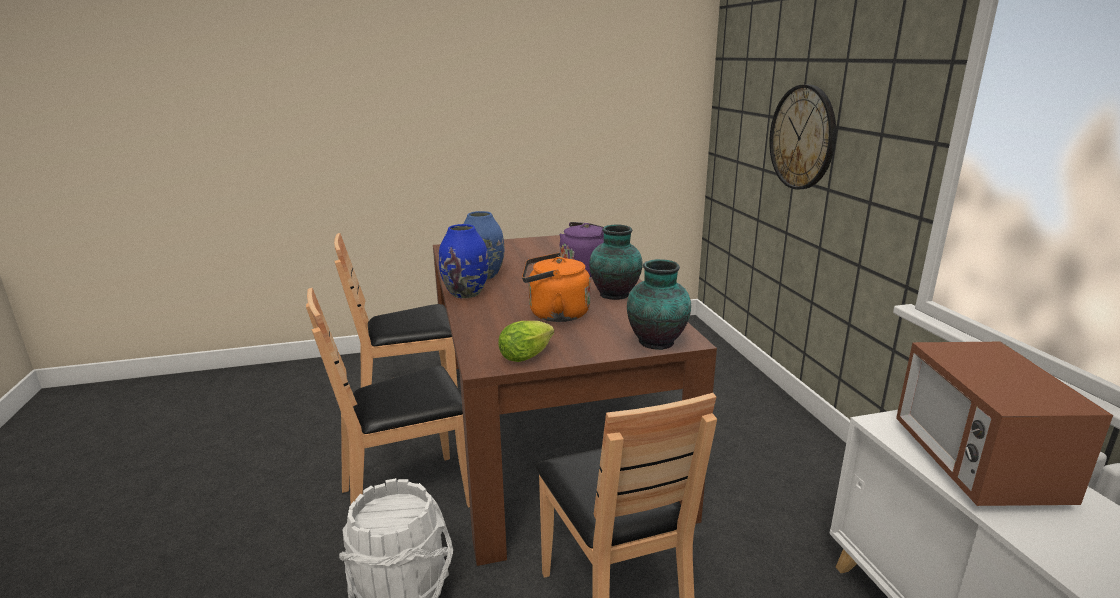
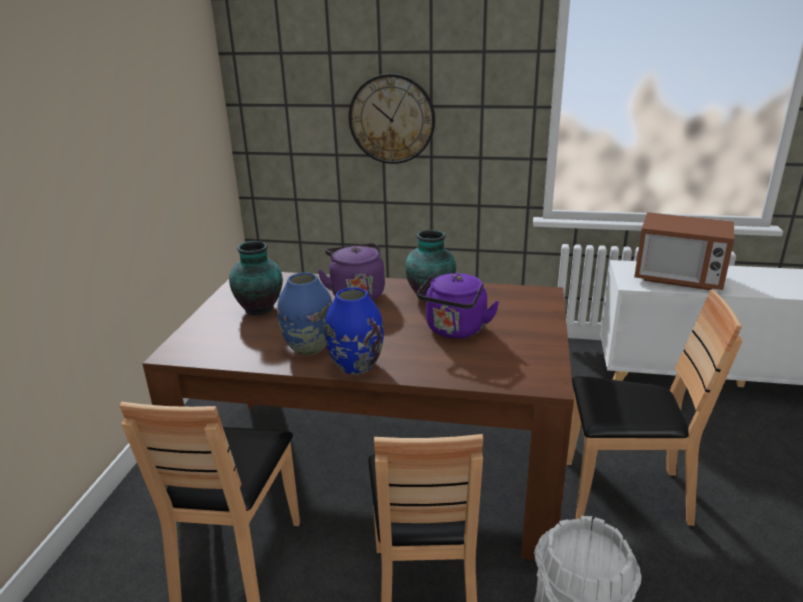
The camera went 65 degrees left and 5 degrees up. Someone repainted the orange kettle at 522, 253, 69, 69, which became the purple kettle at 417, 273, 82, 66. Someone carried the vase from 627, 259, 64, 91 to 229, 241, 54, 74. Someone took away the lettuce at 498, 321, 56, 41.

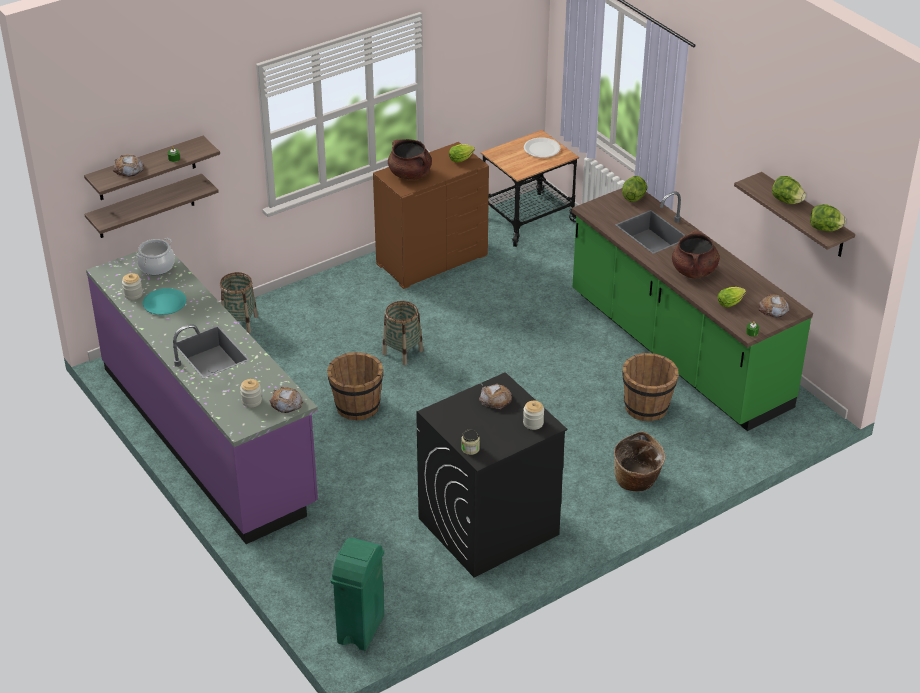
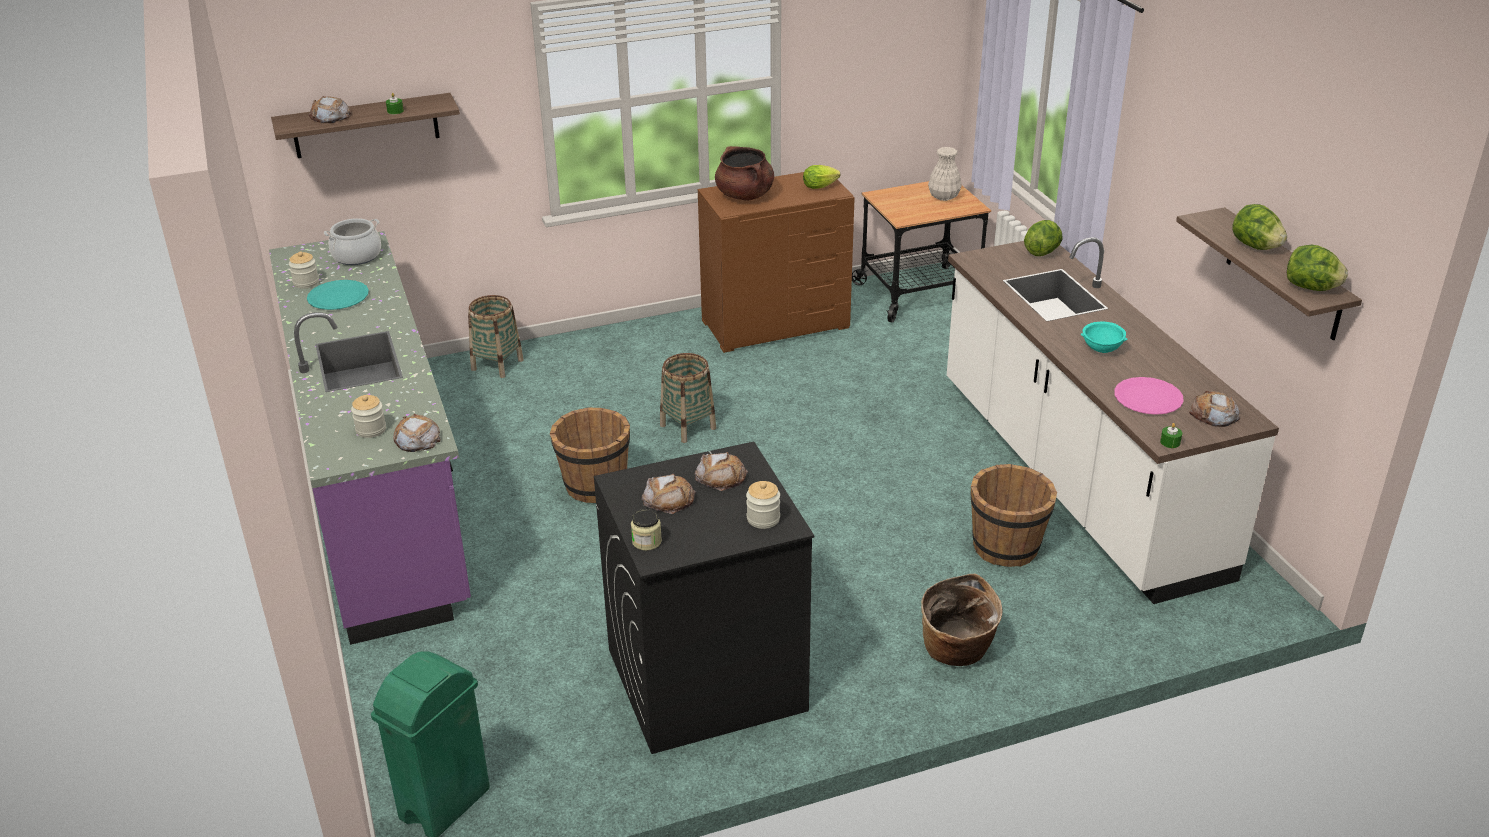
The camera went 15 degrees right and 5 degrees down. Someone swapped the white plate at 524, 138, 36, 20 for the white vase at 928, 147, 34, 54. Someone took away the shelf at 84, 174, 135, 64. Someone repainted the green counter at 572, 188, 241, 243, which became the white counter at 947, 237, 332, 367. Someone swapped the brown cooking pot at 672, 230, 47, 48 for the turquoise bowl at 1081, 322, 47, 31. Someone swapped the lettuce at 718, 287, 28, 20 for the pink plate at 1114, 377, 70, 38. Someone put down the bread at 642, 474, 54, 40.

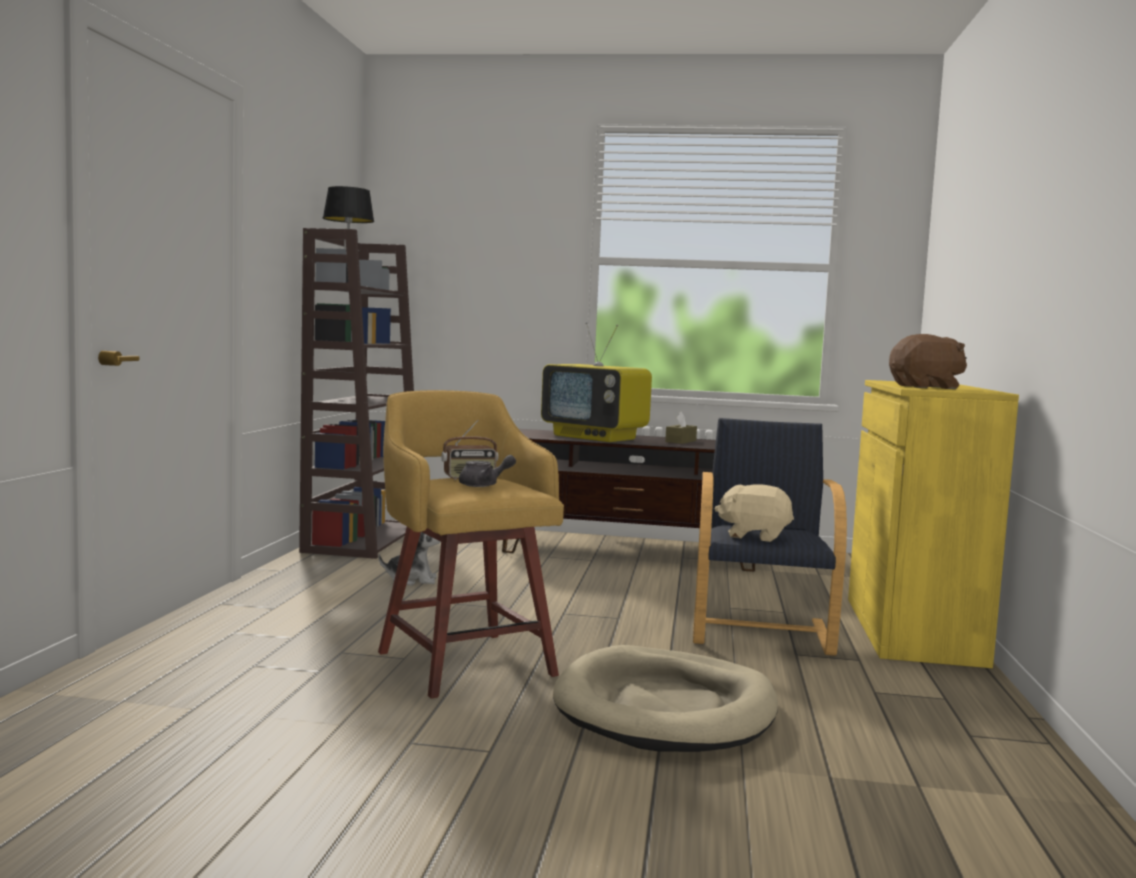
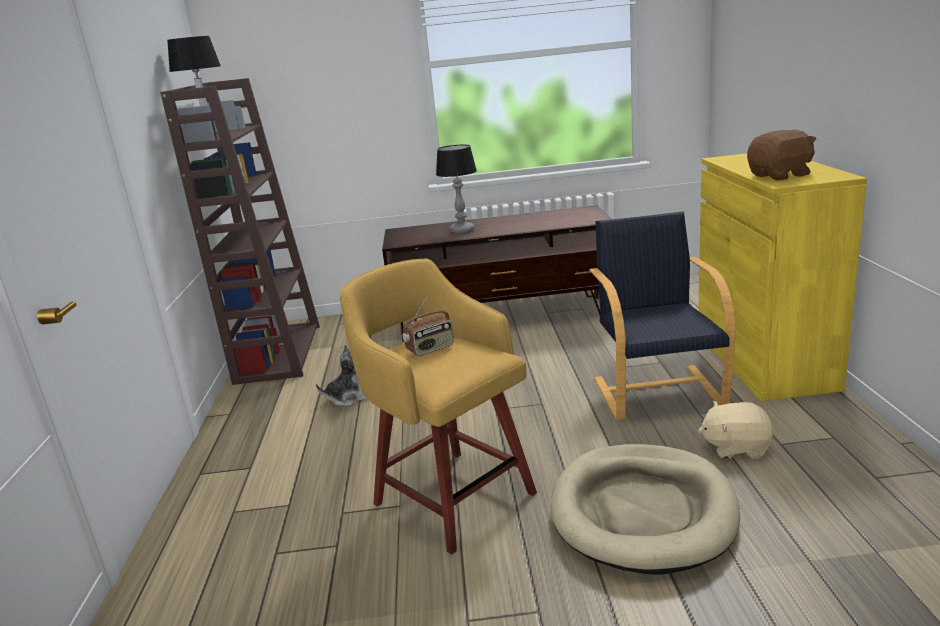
The camera went 10 degrees left and 15 degrees up. Someone swapped the television at 541, 322, 111, 120 for the table lamp at 436, 145, 41, 88. Someone took away the brown tissue box at 665, 412, 32, 32. Someone took away the grey teapot at 459, 455, 57, 32. Someone carried the beige plush toy from 715, 484, 79, 58 to 698, 401, 75, 58.

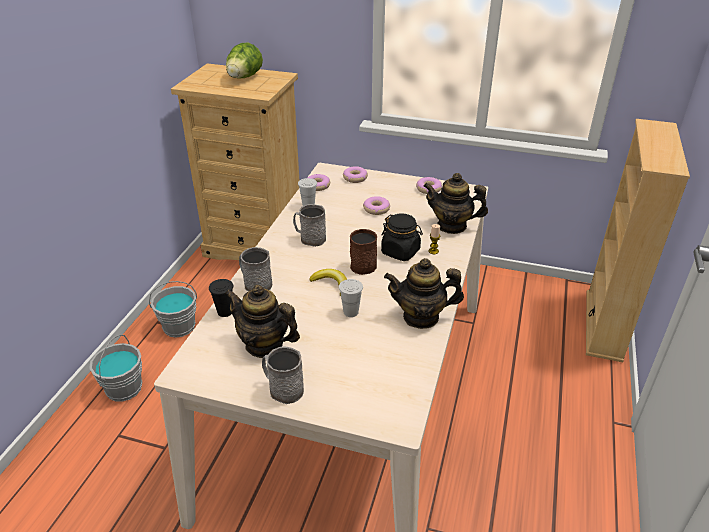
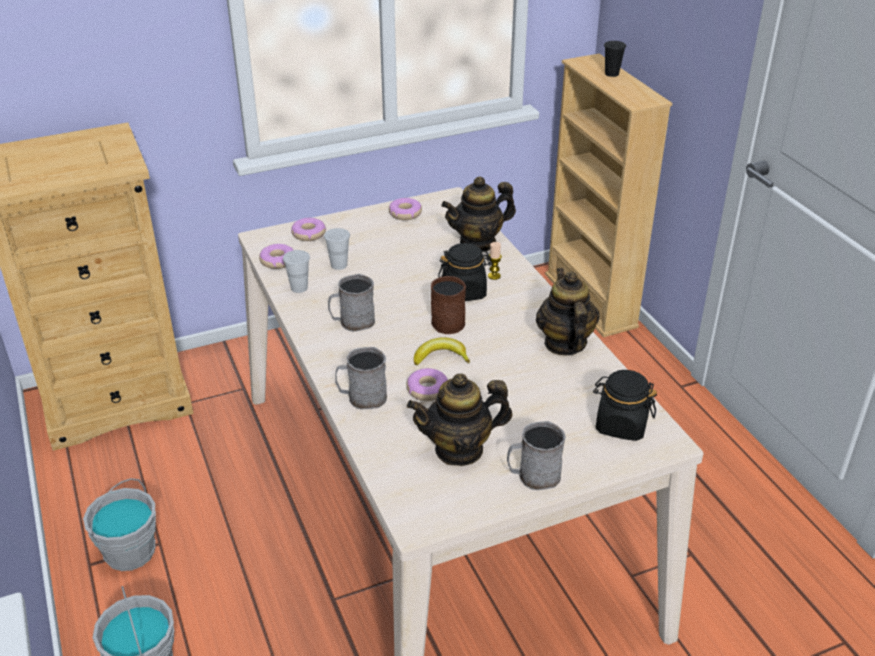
The camera went 40 degrees left and 0 degrees up. Someone took away the lettuce at 226, 43, 37, 35. Someone carried the donut from 363, 196, 27, 19 to 406, 368, 42, 33. Someone rotated the teapot at 384, 258, 80, 71 by 120 degrees clockwise. Someone carried the black cup from 209, 279, 24, 38 to 604, 41, 22, 36. Someone carried the white cup from 339, 279, 24, 38 to 324, 228, 26, 42. Someone put down the black jar at 593, 370, 64, 71.

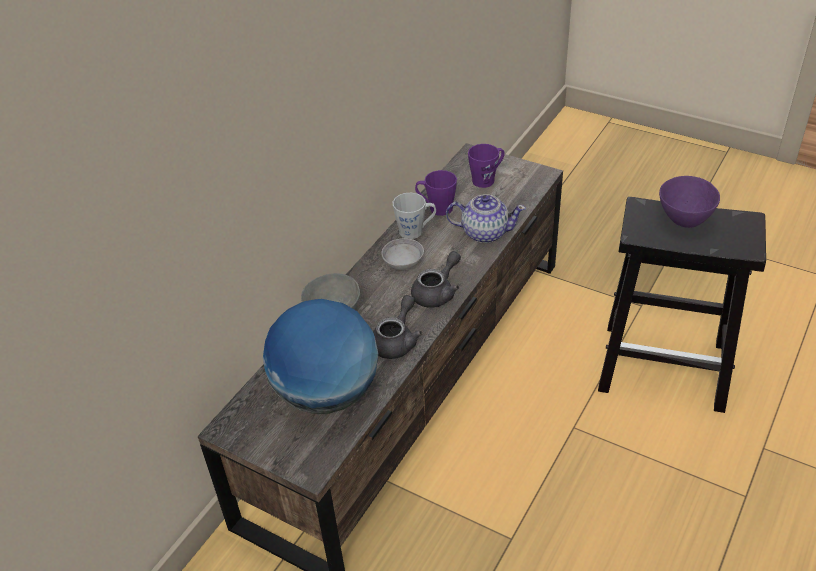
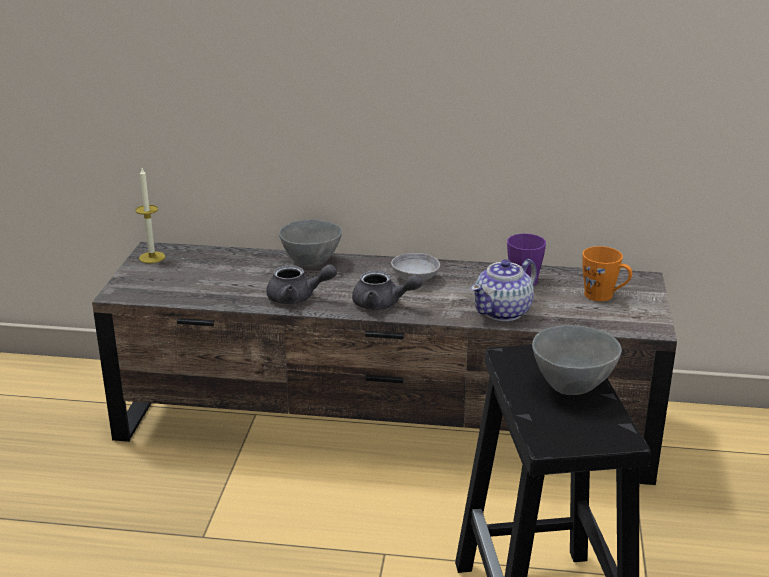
The camera went 65 degrees right and 15 degrees down. Someone repainted the purple mug at 468, 144, 37, 44, which became the orange mug at 582, 246, 50, 55. Someone repainted the purple bowl at 659, 176, 61, 52, which became the grey bowl at 532, 325, 90, 70. Someone took away the grey mug at 393, 193, 43, 46. Someone rotated the teapot at 446, 194, 80, 49 by 60 degrees clockwise. Someone took away the globe at 263, 299, 116, 115. Someone put down the candle at 135, 168, 30, 95.

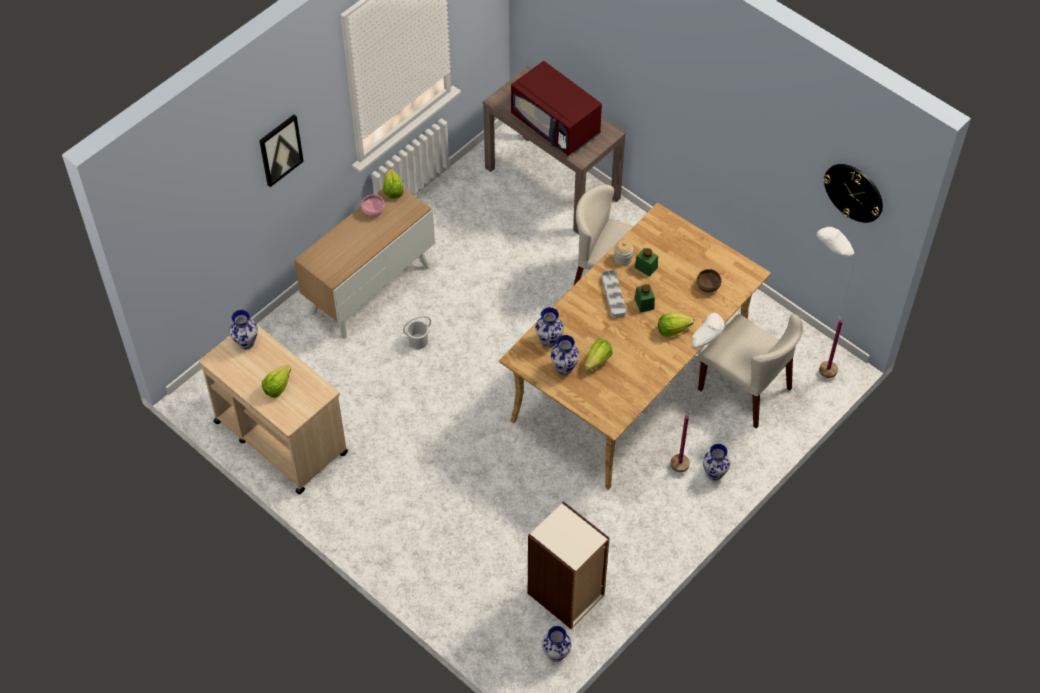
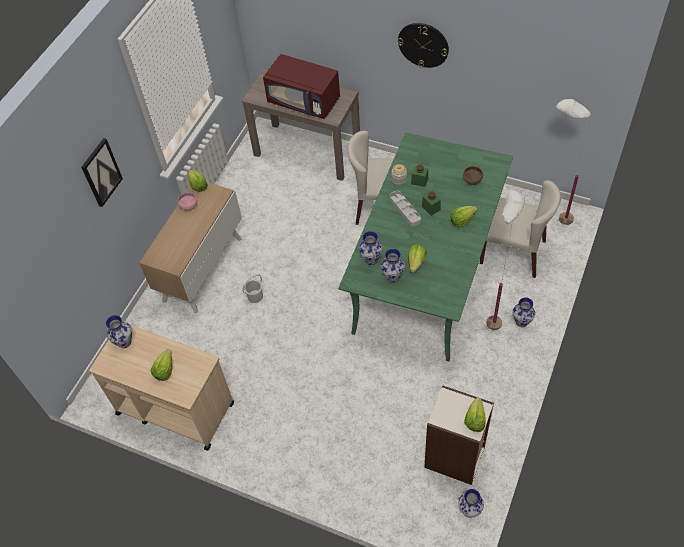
The camera went 15 degrees left and 0 degrees up. Someone carried the wall clock from 823, 164, 60, 59 to 398, 23, 51, 45. Someone repainted the beige dining table at 499, 203, 272, 287, which became the green dining table at 338, 133, 175, 228. Someone put down the lettuce at 464, 398, 22, 34.

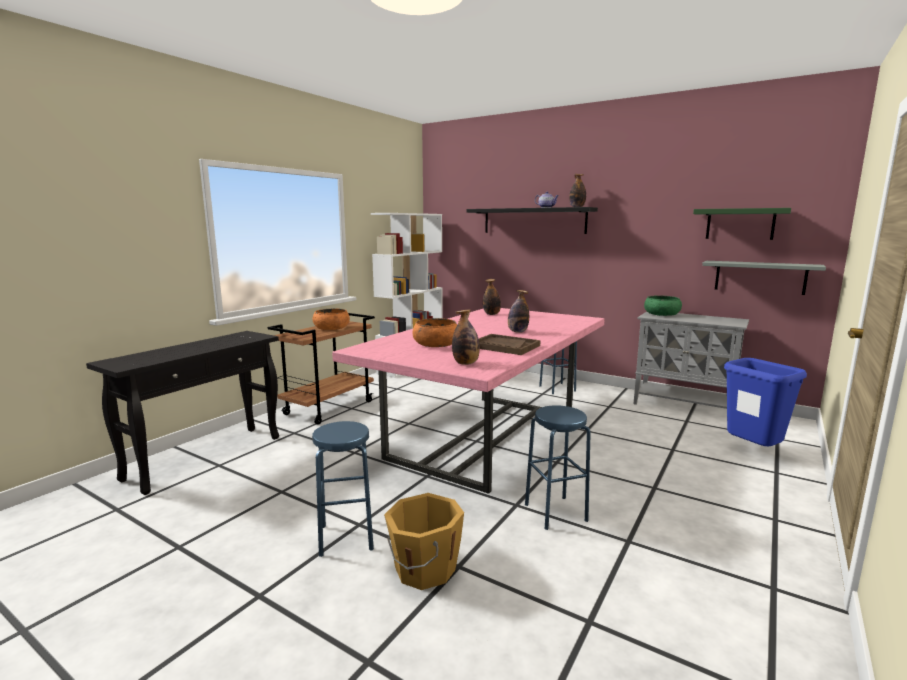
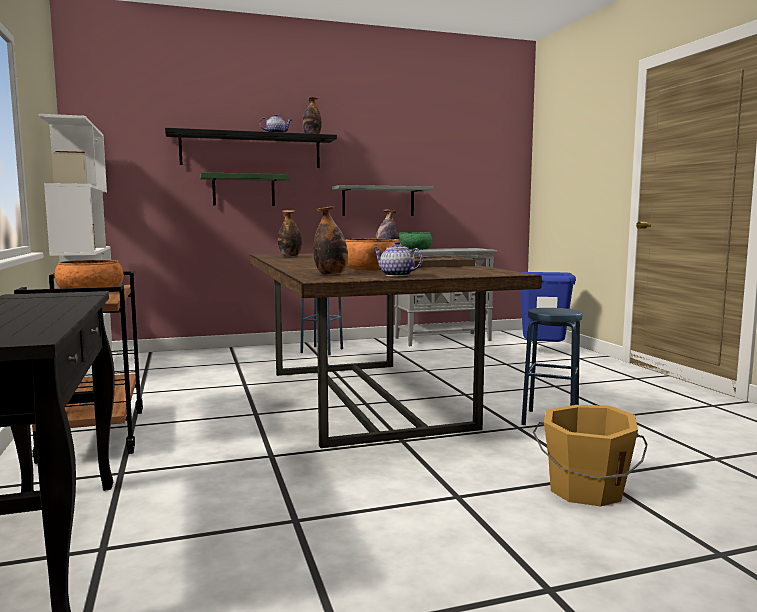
The camera went 50 degrees left and 5 degrees down. Someone carried the green shelf from 693, 208, 98, 32 to 200, 172, 89, 34. Someone carried the grey shelf from 702, 261, 124, 34 to 332, 185, 102, 31. Someone repainted the pink dining table at 332, 308, 273, 186, which became the brown dining table at 250, 253, 292, 195. Someone carried the bottle from 452, 309, 28, 56 to 313, 206, 35, 69. Someone took away the blue stool at 312, 421, 62, 136. Someone put down the teapot at 373, 241, 50, 36.

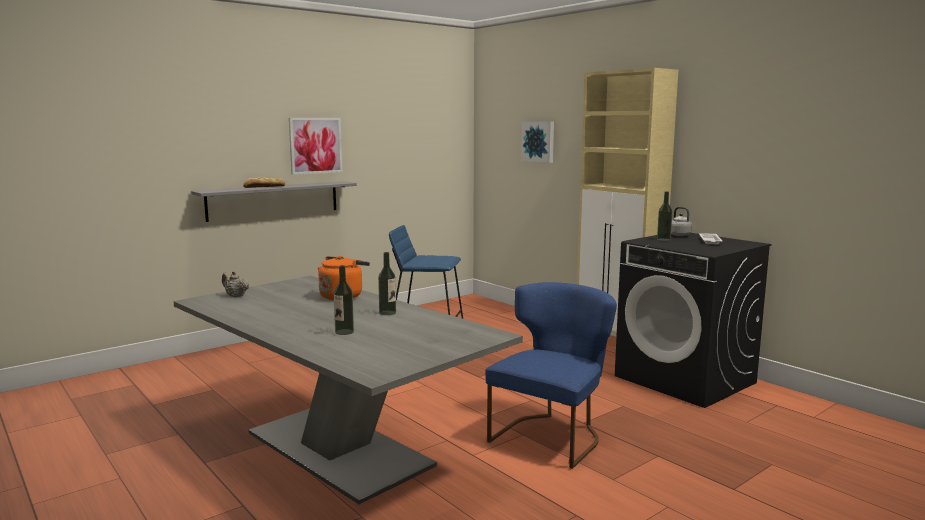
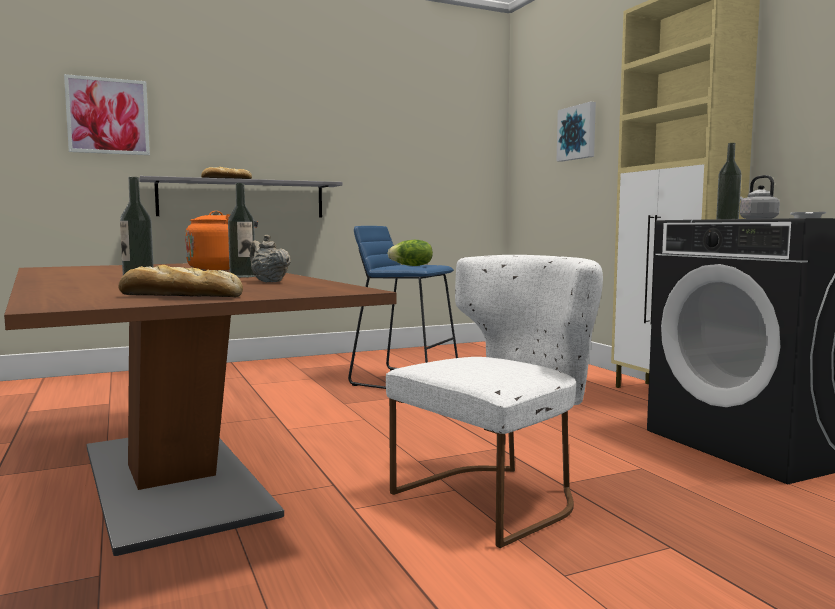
The camera went 15 degrees right and 5 degrees down. Someone carried the picture from 289, 118, 54, 57 to 64, 74, 86, 81. Someone carried the beige teapot from 222, 271, 28, 26 to 250, 234, 41, 48. Someone repainted the grey dining table at 174, 276, 349, 228, which became the brown dining table at 4, 263, 393, 293. Someone repainted the blue chair at 485, 282, 132, 187, which became the white chair at 386, 255, 217, 293. Someone put down the lettuce at 387, 240, 46, 26. Someone put down the bread at 118, 265, 125, 32.

